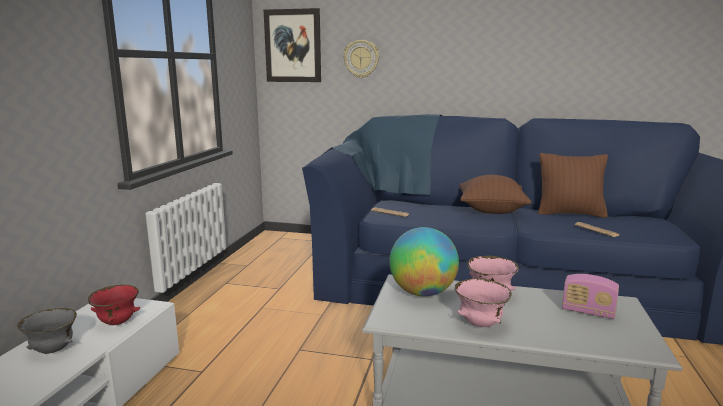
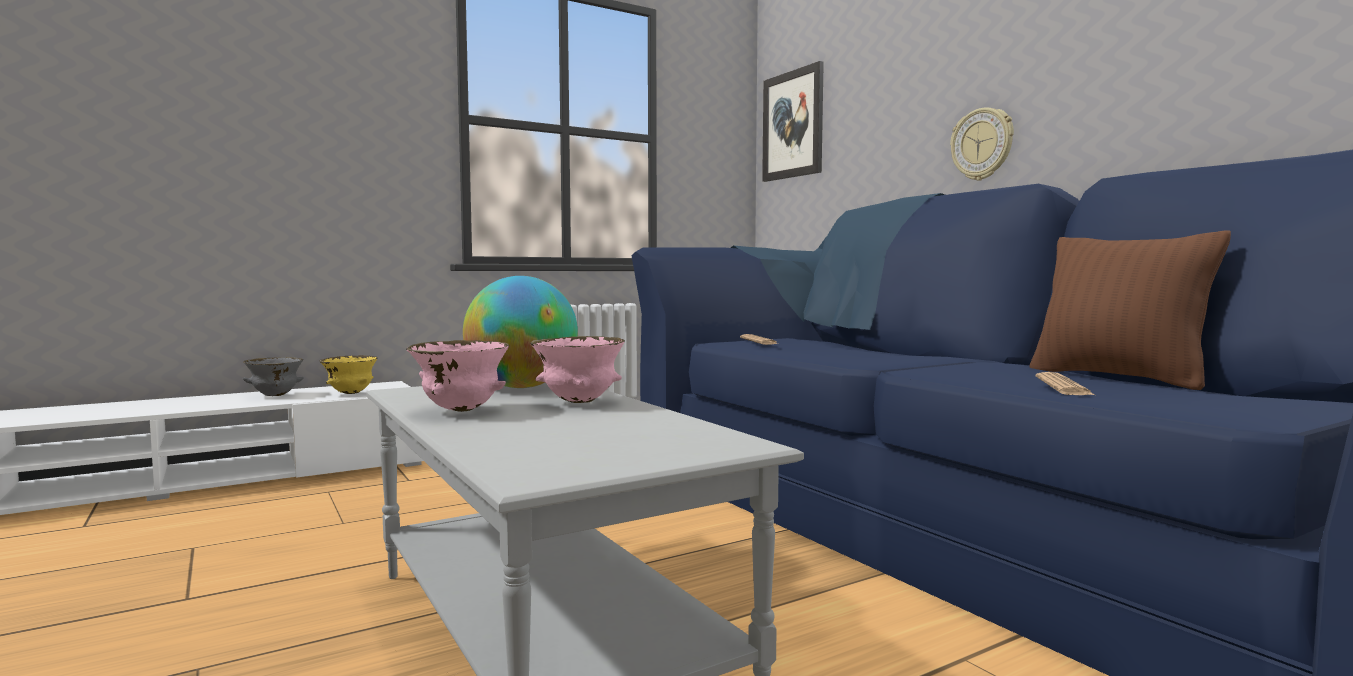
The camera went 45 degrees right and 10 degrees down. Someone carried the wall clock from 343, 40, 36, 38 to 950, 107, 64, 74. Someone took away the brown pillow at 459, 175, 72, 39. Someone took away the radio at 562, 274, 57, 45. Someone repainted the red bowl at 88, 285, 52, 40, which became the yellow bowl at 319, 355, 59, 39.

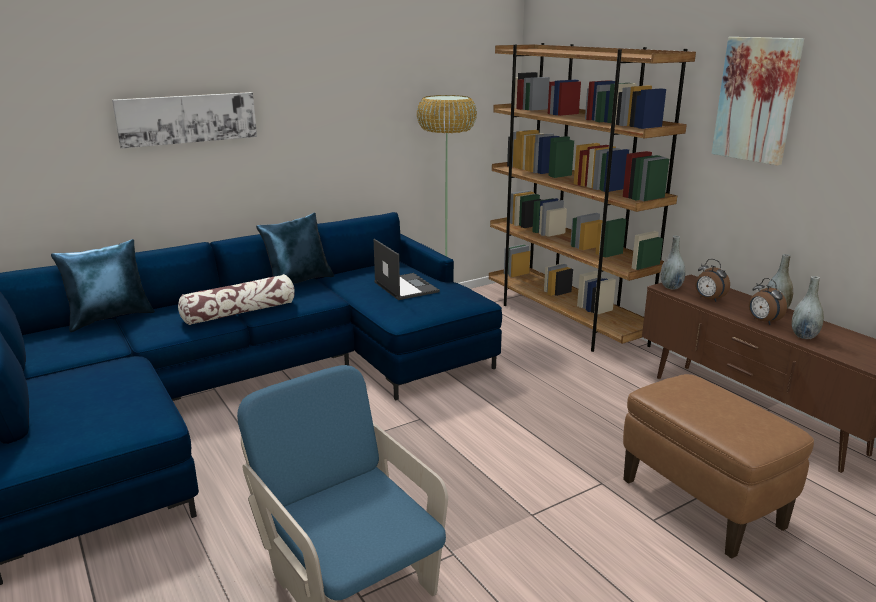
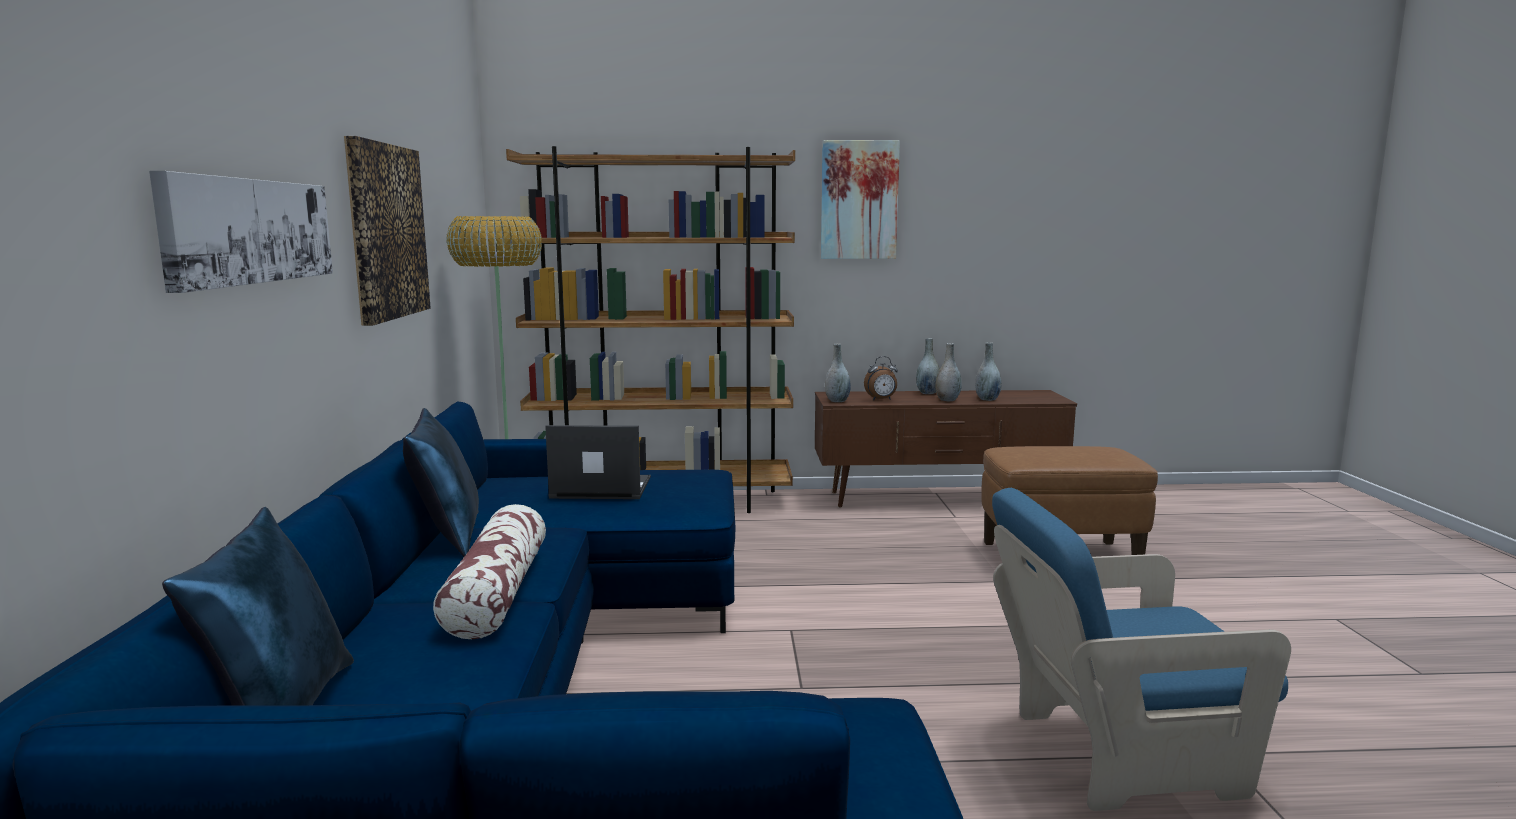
The camera went 60 degrees left and 10 degrees down. Someone swapped the alarm clock at 749, 278, 38, 47 for the grey vase at 936, 343, 26, 58. Someone put up the picture at 344, 136, 87, 190.

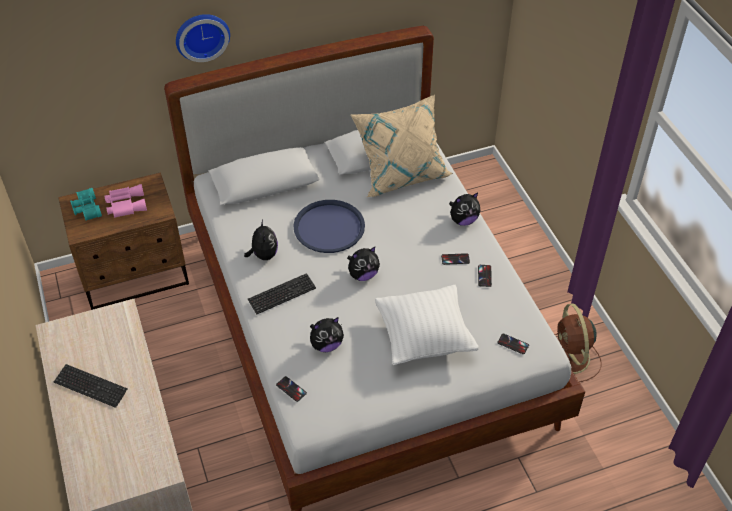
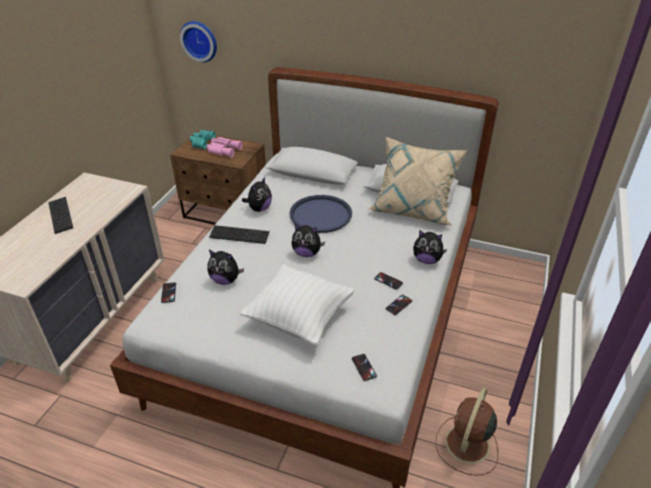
The camera went 40 degrees right and 10 degrees down. Someone carried the wall clock from 176, 14, 54, 48 to 180, 21, 37, 41.

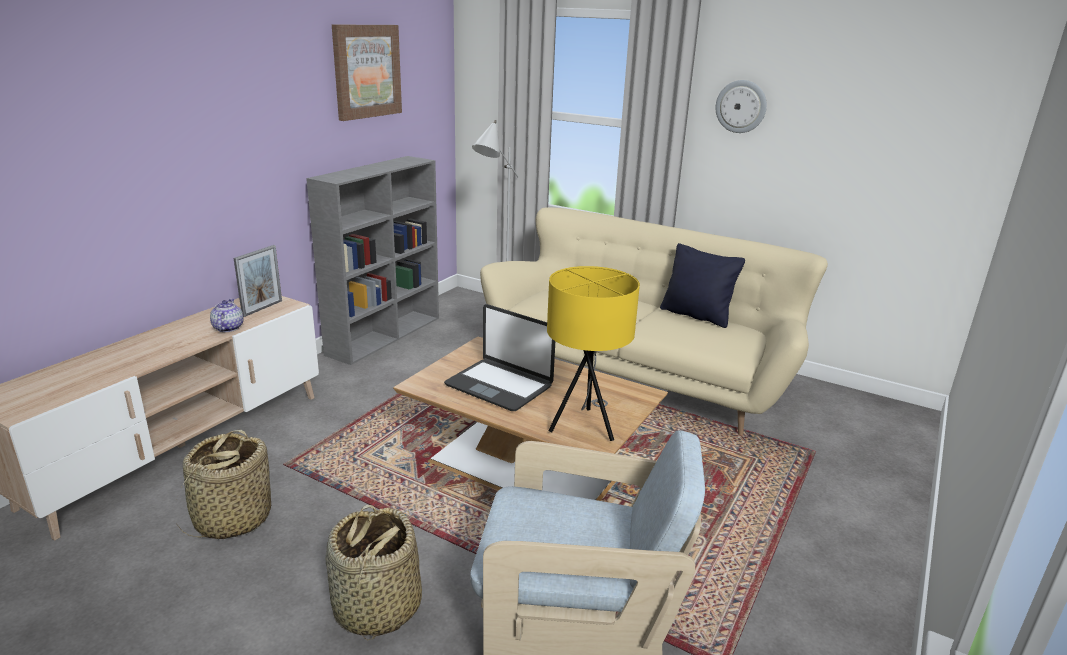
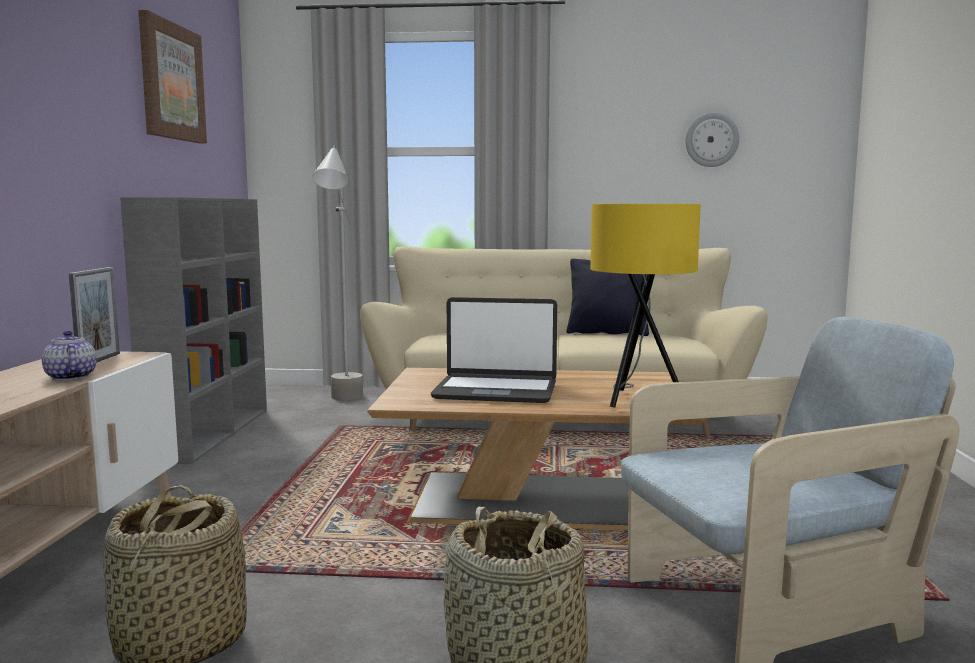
The camera went 25 degrees left and 15 degrees down. Someone carried the wall clock from 715, 80, 52, 53 to 685, 113, 54, 54.

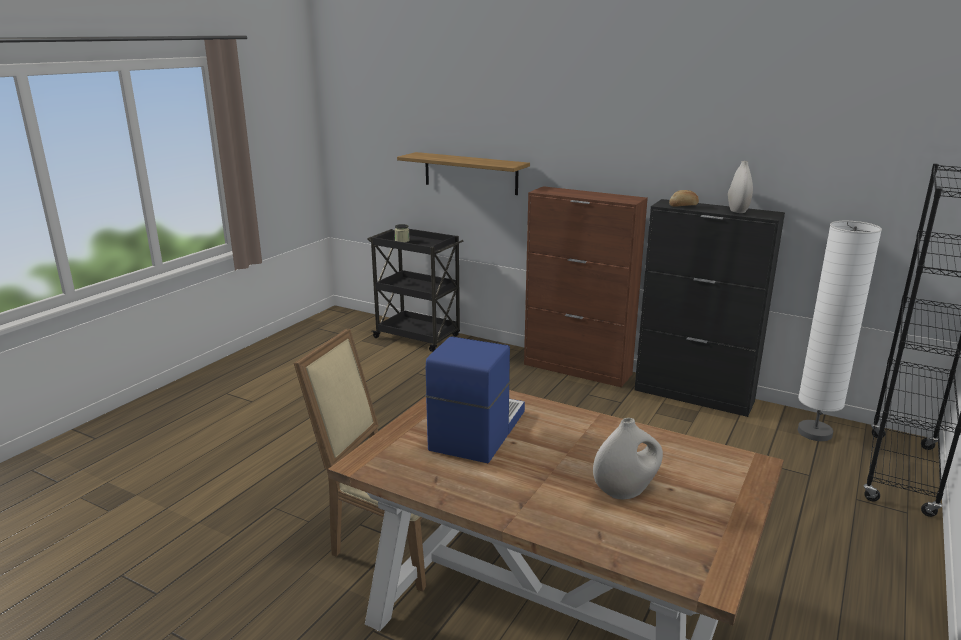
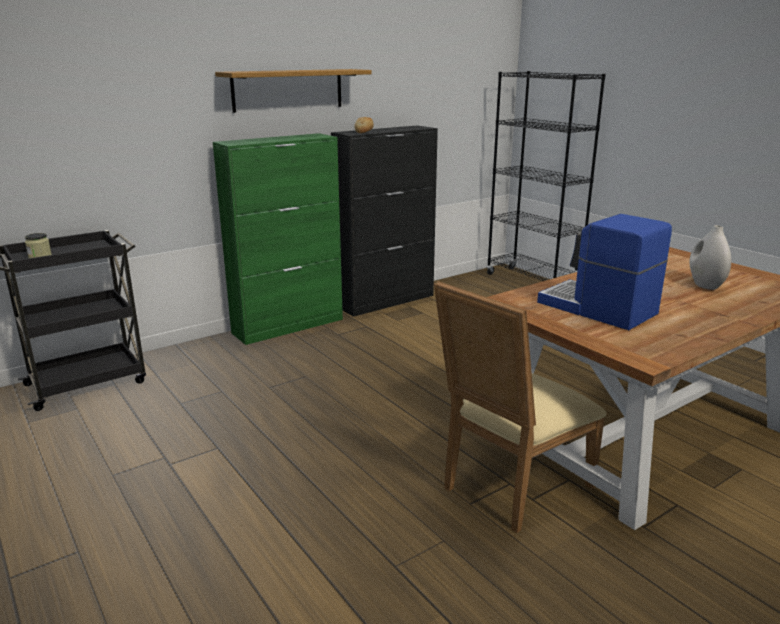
The camera went 65 degrees left and 0 degrees up. Someone carried the shelf from 397, 152, 133, 43 to 215, 69, 157, 44. Someone took away the white vase at 728, 161, 25, 52. Someone repainted the brown cabinet at 524, 186, 124, 201, which became the green cabinet at 213, 133, 130, 212. Someone took away the white floor lamp at 798, 221, 84, 220.

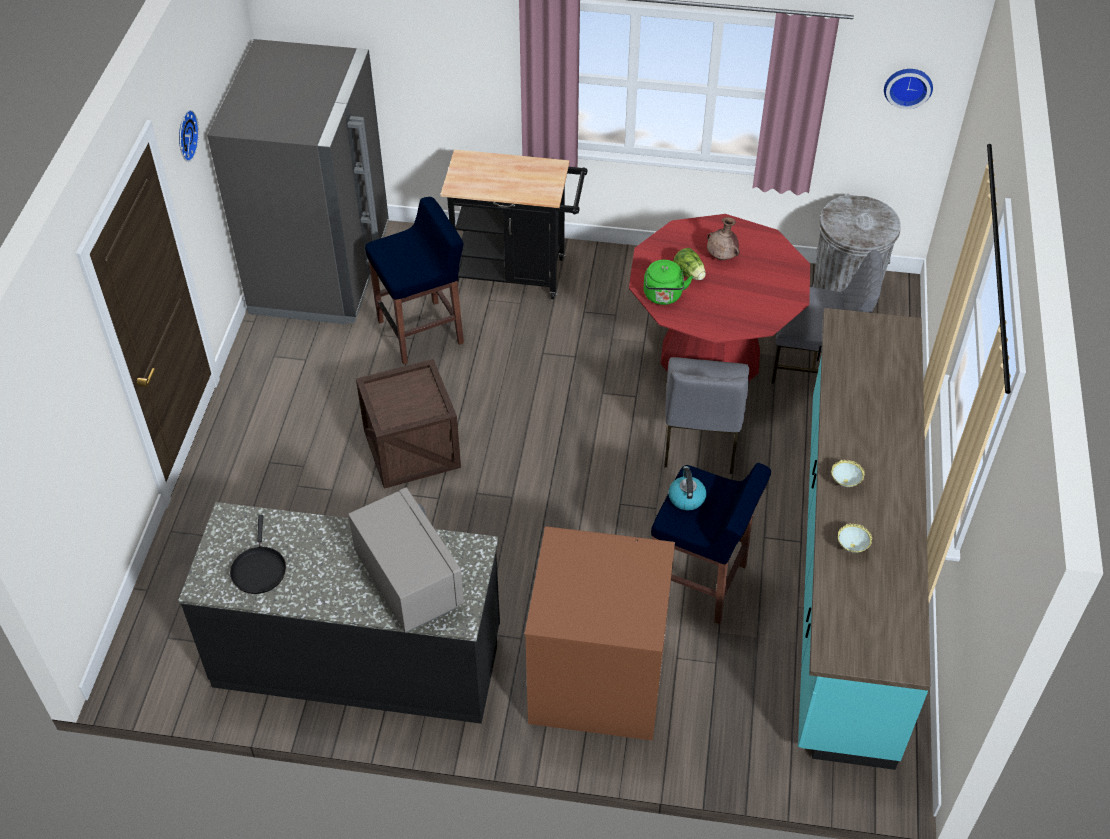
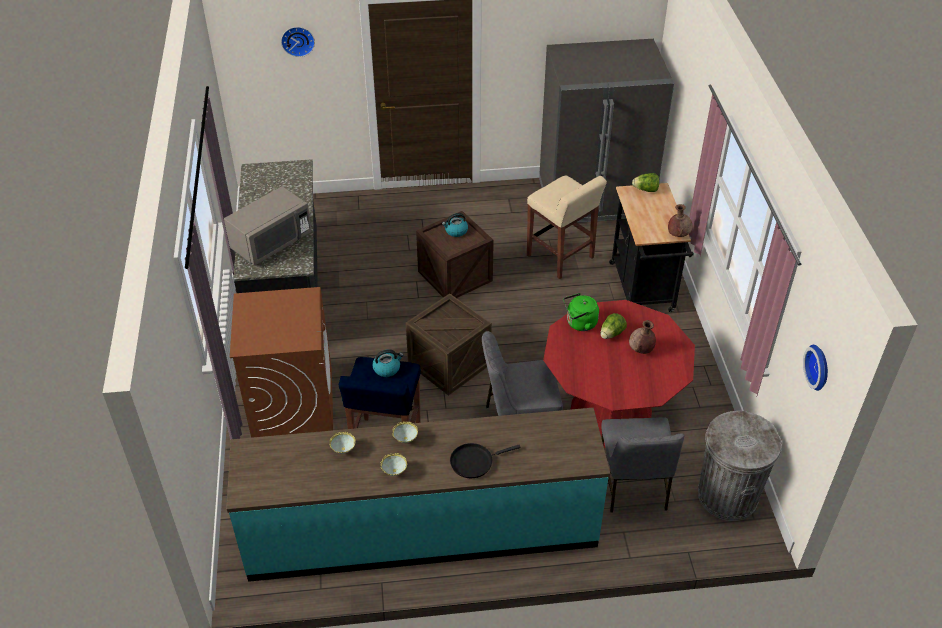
The camera went 75 degrees right and 5 degrees down. Someone carried the wall clock from 179, 110, 20, 52 to 281, 27, 34, 30. Someone repainted the blue stool at 365, 197, 99, 168, which became the beige stool at 527, 176, 80, 103. Someone carried the black frying pan from 230, 515, 56, 79 to 450, 443, 71, 35. Someone put down the lettuce at 632, 173, 27, 19. Someone put down the brown vase at 668, 204, 25, 33. Someone put down the kettle at 442, 213, 26, 24. Someone put down the crate at 406, 293, 86, 103. Someone put down the bowl at 380, 453, 27, 23.

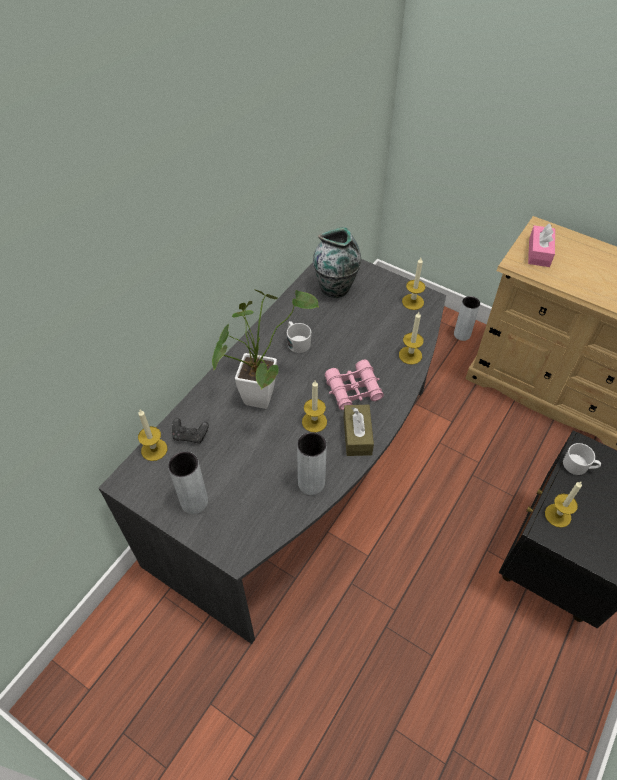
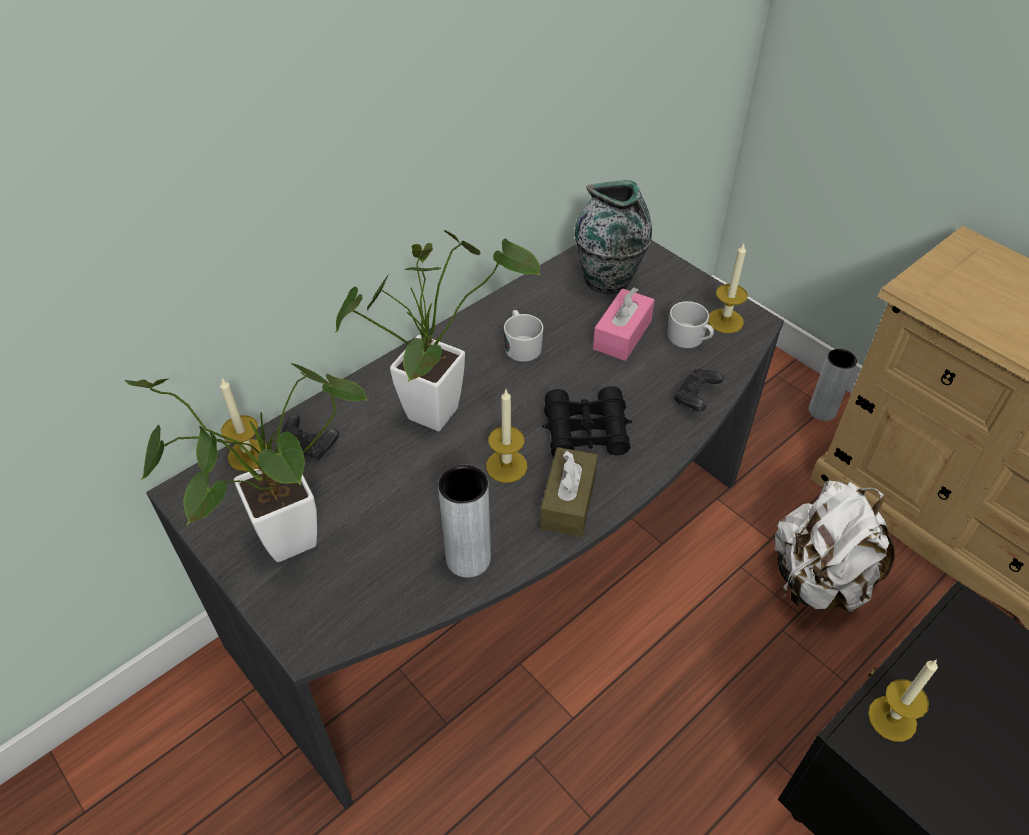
The camera went 15 degrees right and 5 degrees down. Someone carried the pink tissue box from 528, 224, 27, 43 to 593, 288, 62, 73. Someone swapped the candle at 399, 312, 25, 53 for the black game controller at 674, 369, 50, 42. Someone repainted the pink binoculars at 325, 360, 59, 50, which became the black binoculars at 542, 386, 90, 70. Someone carried the white mug from 563, 443, 38, 32 to 667, 301, 47, 47. Someone swapped the grey vase at 168, 451, 40, 63 for the potted plant at 125, 363, 243, 199. Someone put down the white backpack at 775, 480, 120, 132.

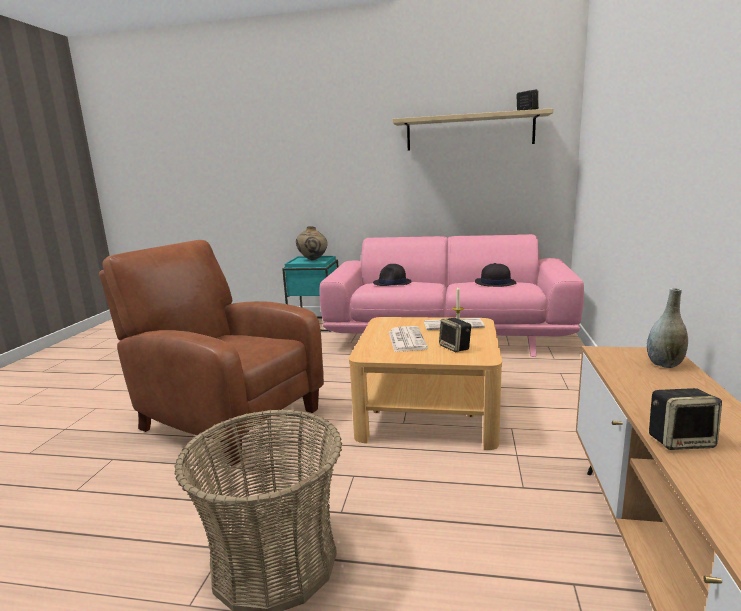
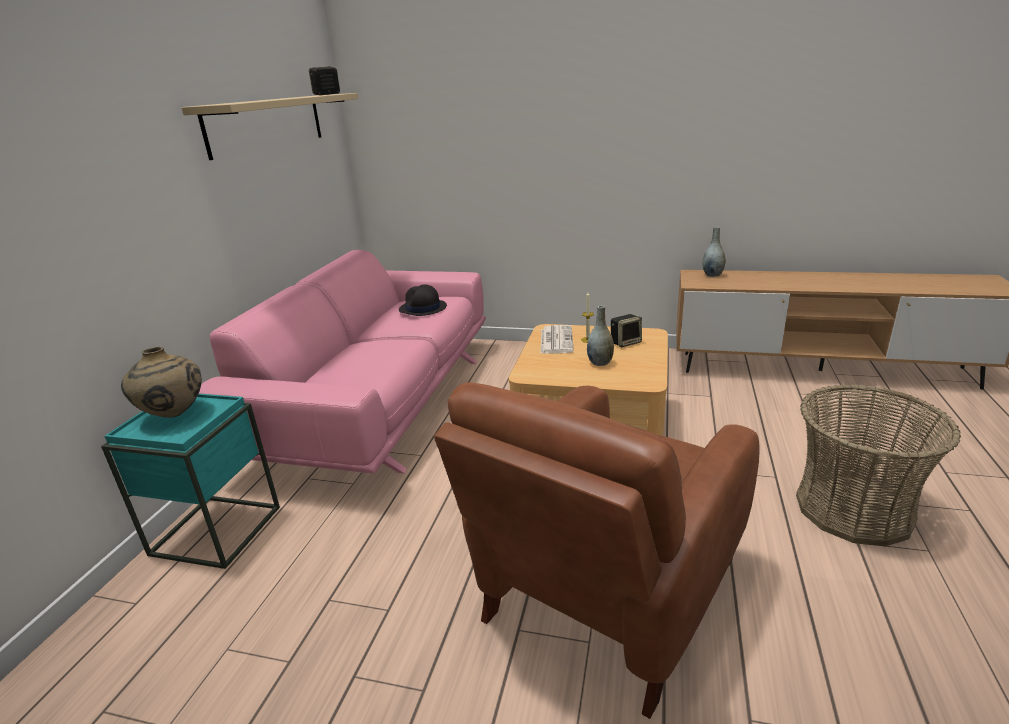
The camera went 85 degrees left and 10 degrees up. Someone took away the black hat at 373, 264, 39, 22. Someone swapped the newspaper at 389, 326, 39, 26 for the grey vase at 587, 305, 27, 61. Someone took away the speaker at 649, 388, 73, 62.

